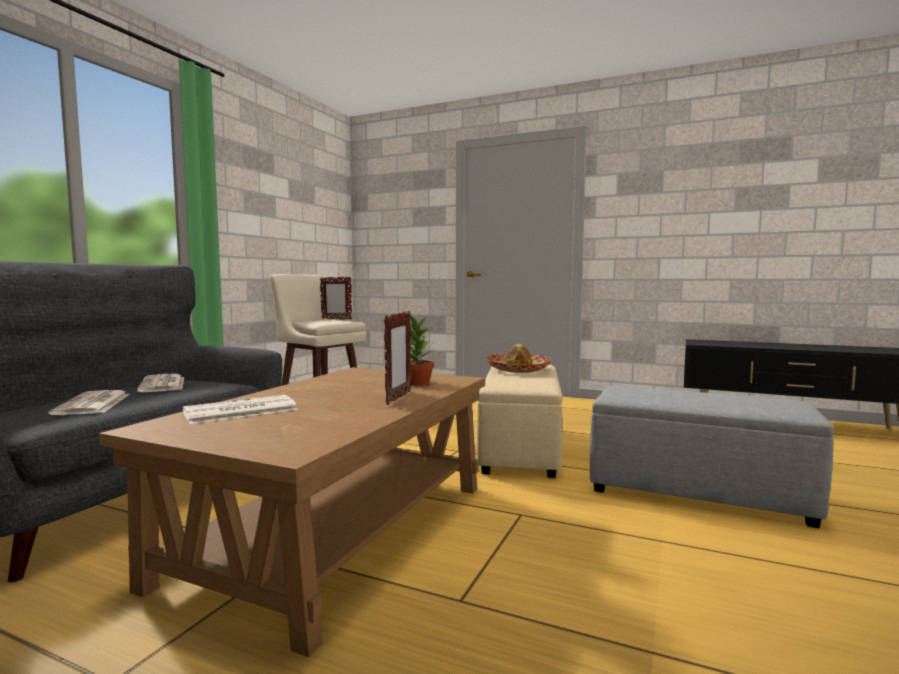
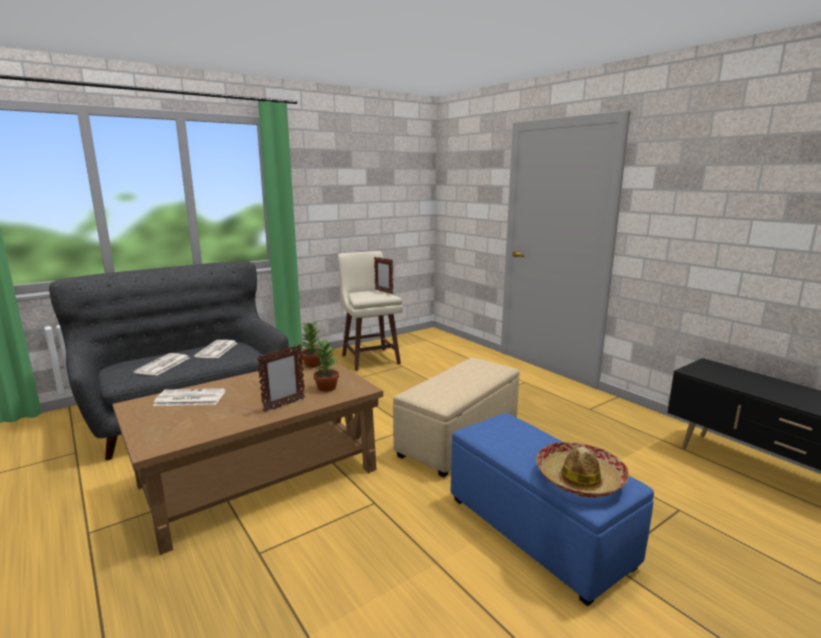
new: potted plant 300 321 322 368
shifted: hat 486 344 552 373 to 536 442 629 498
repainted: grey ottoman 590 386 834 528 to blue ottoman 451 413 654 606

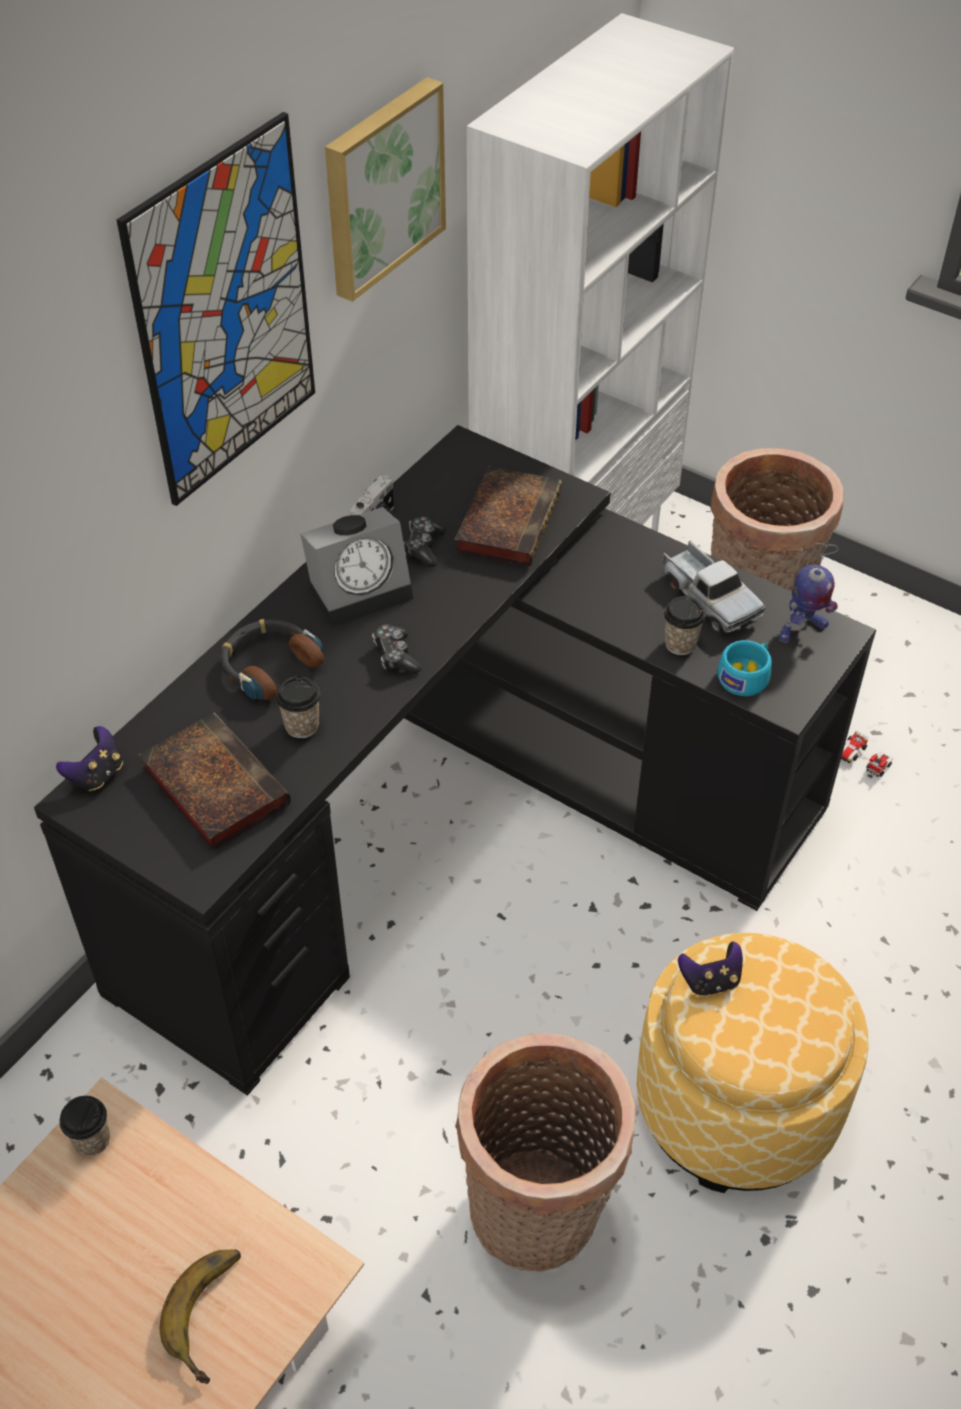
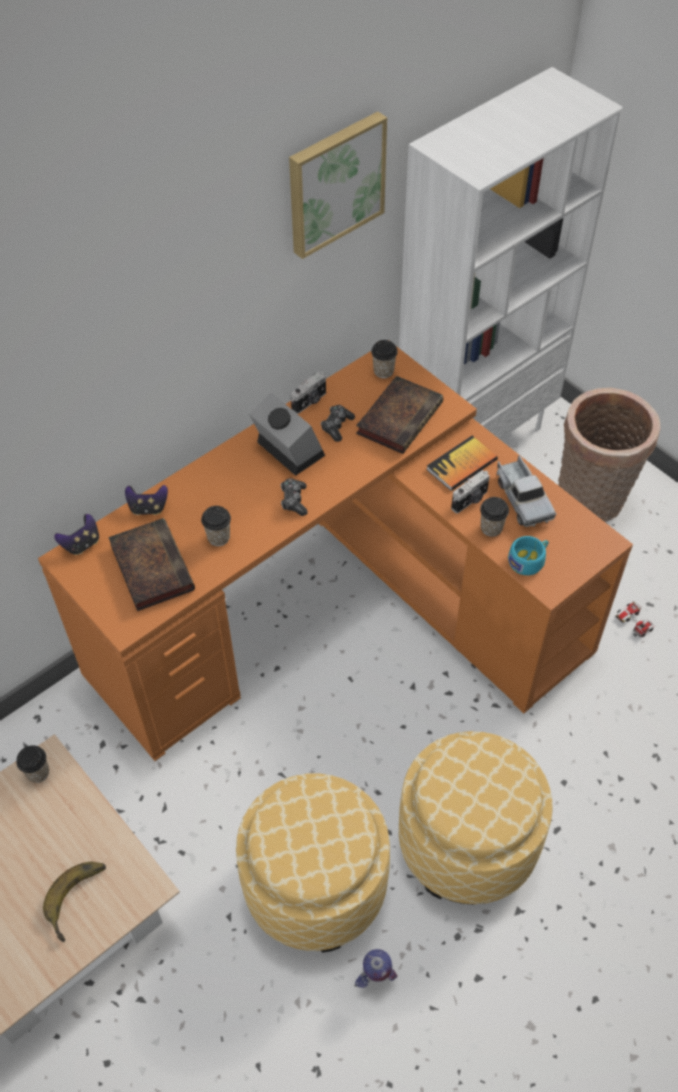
gone: picture 117 112 315 506; headphones 220 619 324 700
new: cup 371 340 398 378; book 426 436 498 491; photo camera 451 470 490 513
shifted: game controller 678 941 743 997 to 125 485 168 515; toy robot 779 543 839 643 to 355 949 397 988
swapped: basket 455 1033 636 1272 to ottoman 236 773 390 952
repainted: black desk 34 425 876 1096 to orange desk 38 345 633 761
rotated: alarm clock 300 507 413 627 = 249 393 325 476 120 degrees counterclockwise

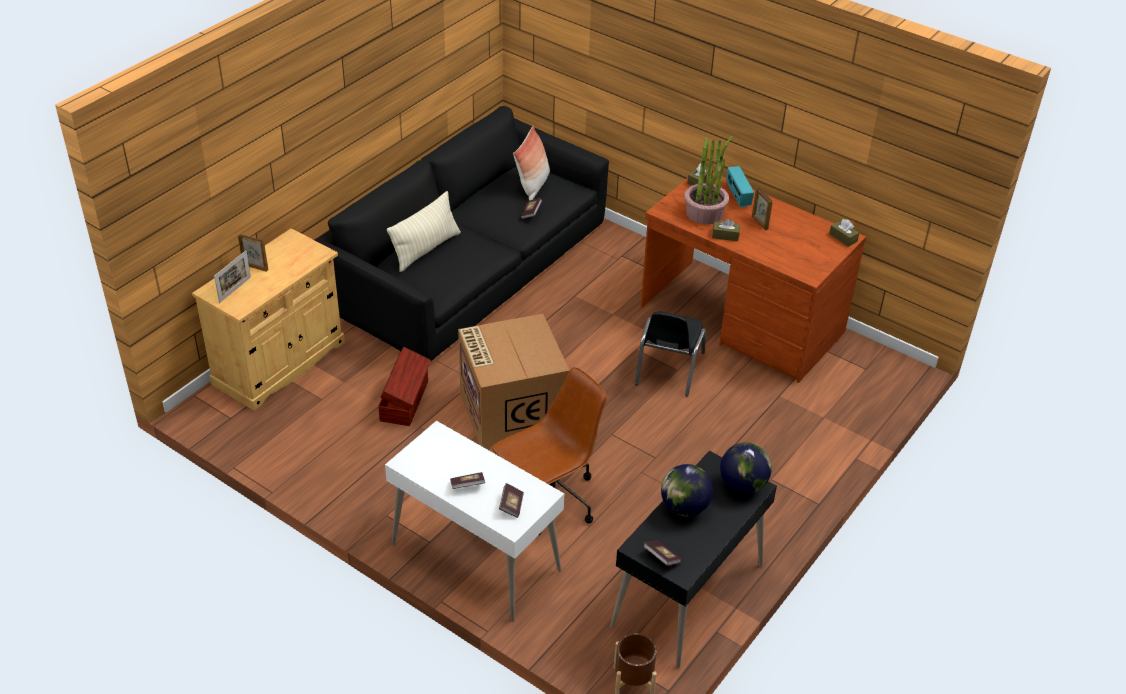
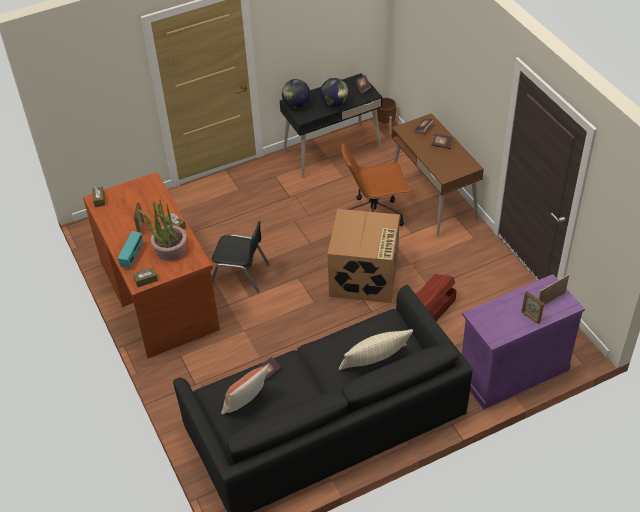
repainted: beige cabinet 192 228 345 411 to purple cabinet 462 274 585 409; white desk 385 421 564 621 to brown desk 392 113 484 237
rotated: black chair 635 311 706 396 = 212 221 270 293 60 degrees clockwise

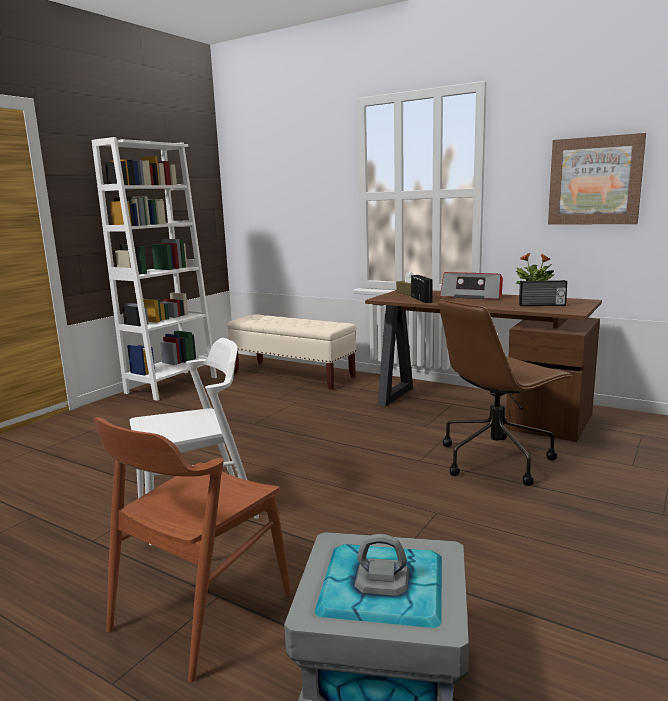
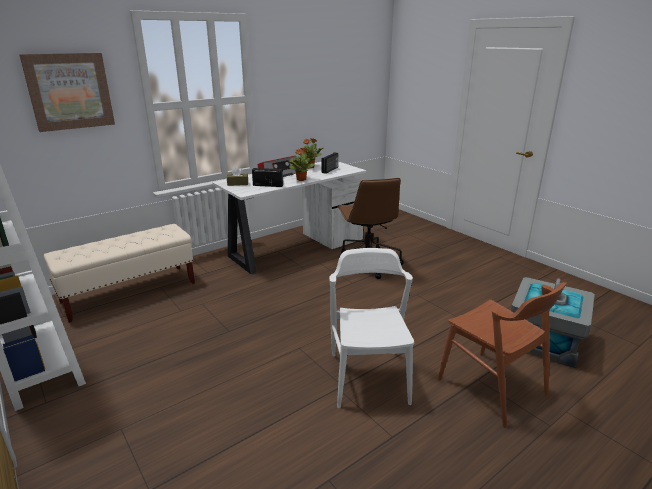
new: potted plant 288 148 315 181
shifted: picture 548 133 646 225 to 19 53 115 132
repainted: brown desk 365 290 602 442 to white desk 212 162 366 274

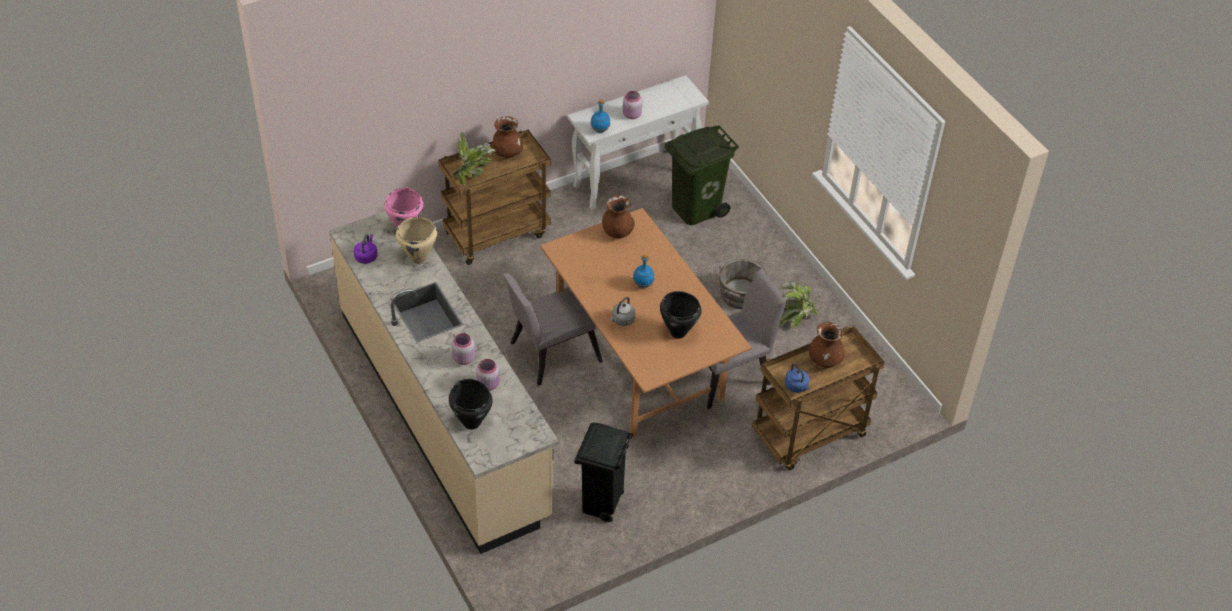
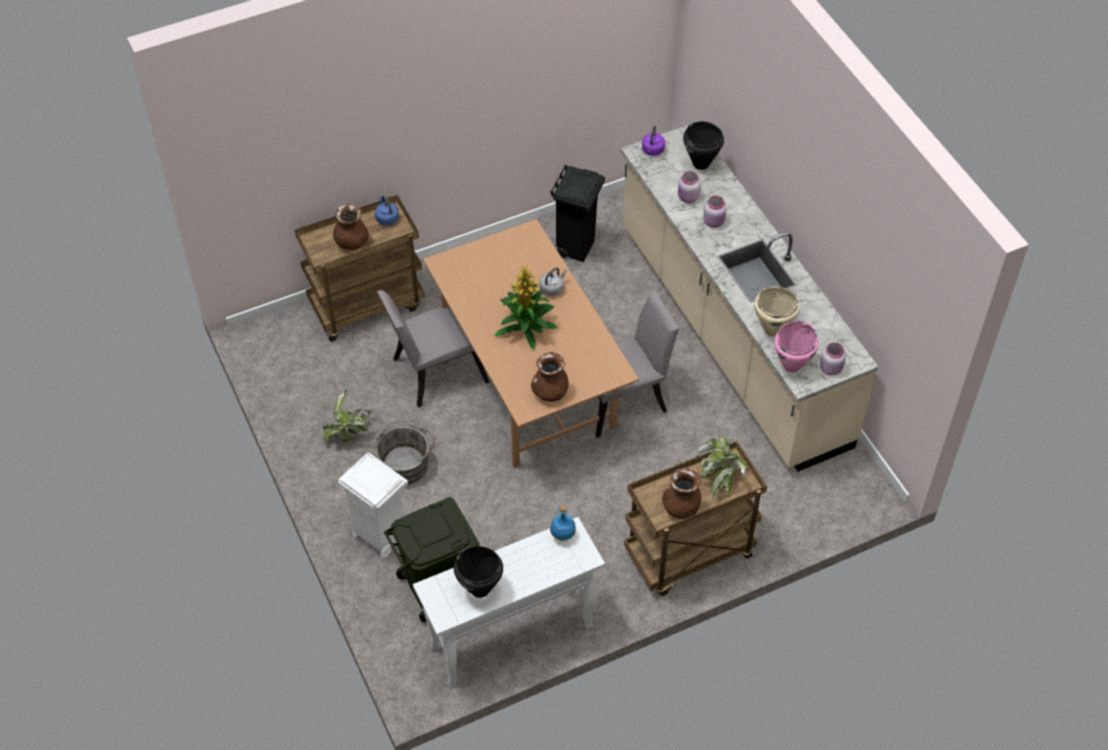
new: white trash can 338 453 408 558
shifted: purple kettle 354 234 378 264 to 642 125 665 156; pink jar 623 91 642 119 to 820 343 846 376; black cooking pot 660 291 702 339 to 454 546 503 598
swapped: blue bottle 633 254 654 289 to potted plant 495 265 558 350

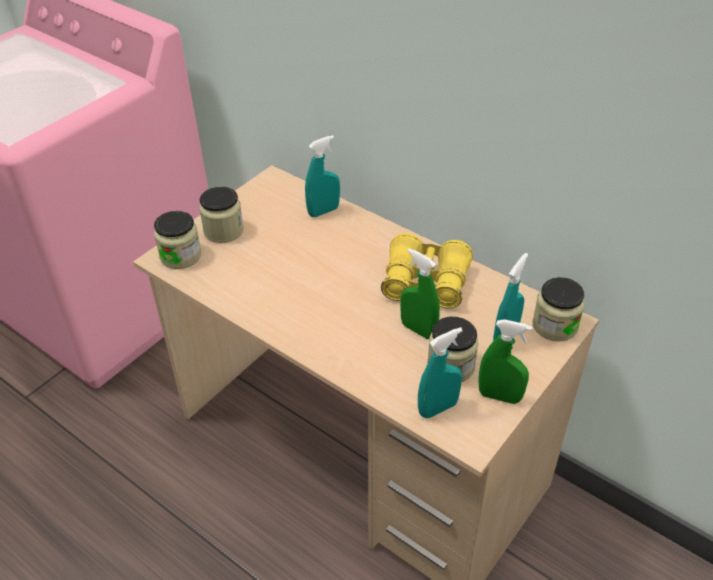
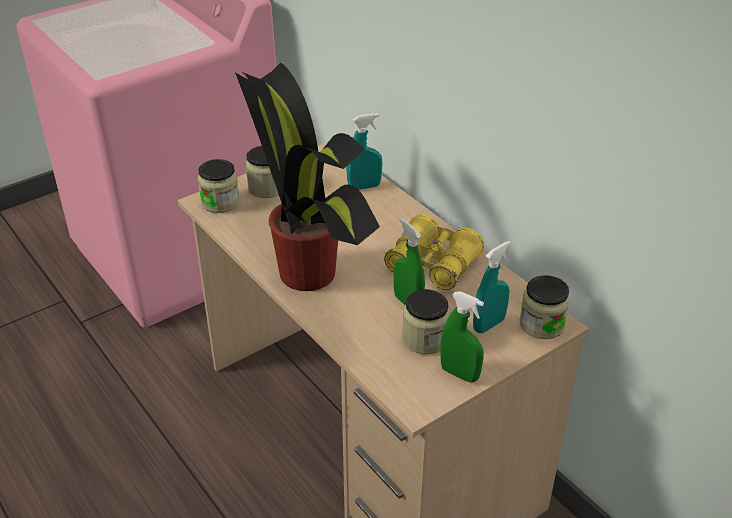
gone: turquoise spray bottle 418 327 463 418
new: potted plant 235 63 380 291

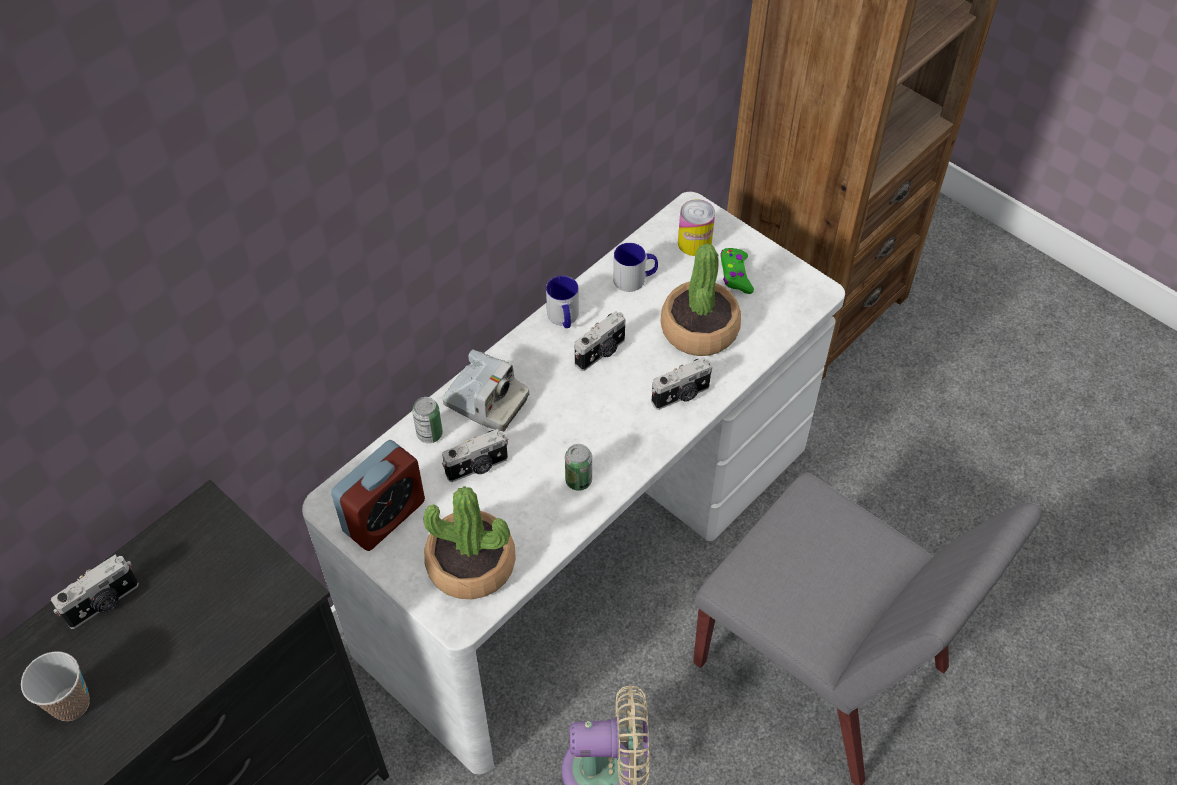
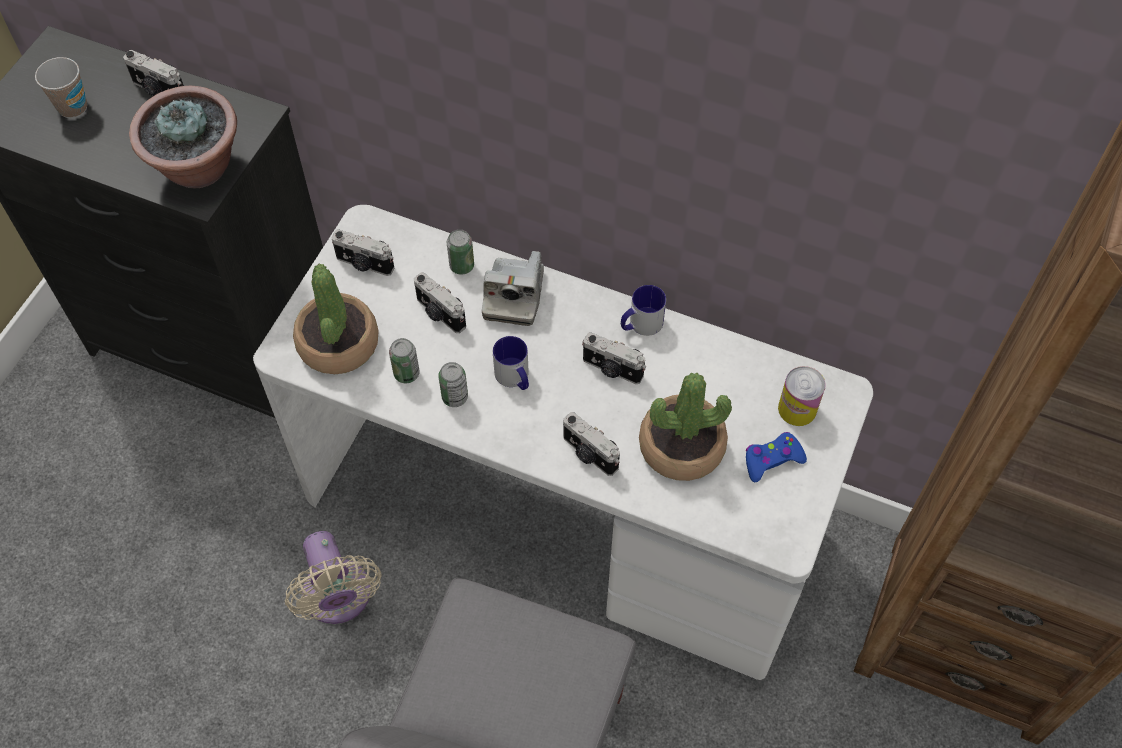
new: potted plant 129 86 237 188; can 389 338 420 383
shifted: mug 613 243 658 292 to 493 336 529 390
swapped: alarm clock 331 440 425 551 to photo camera 332 229 394 276
repainted: green game controller 720 248 754 294 to blue game controller 746 432 807 482

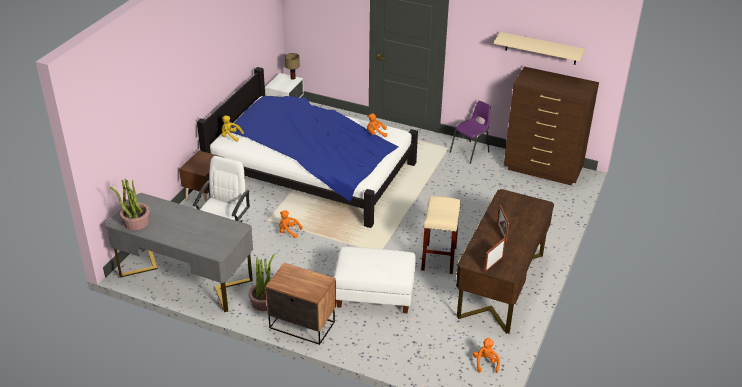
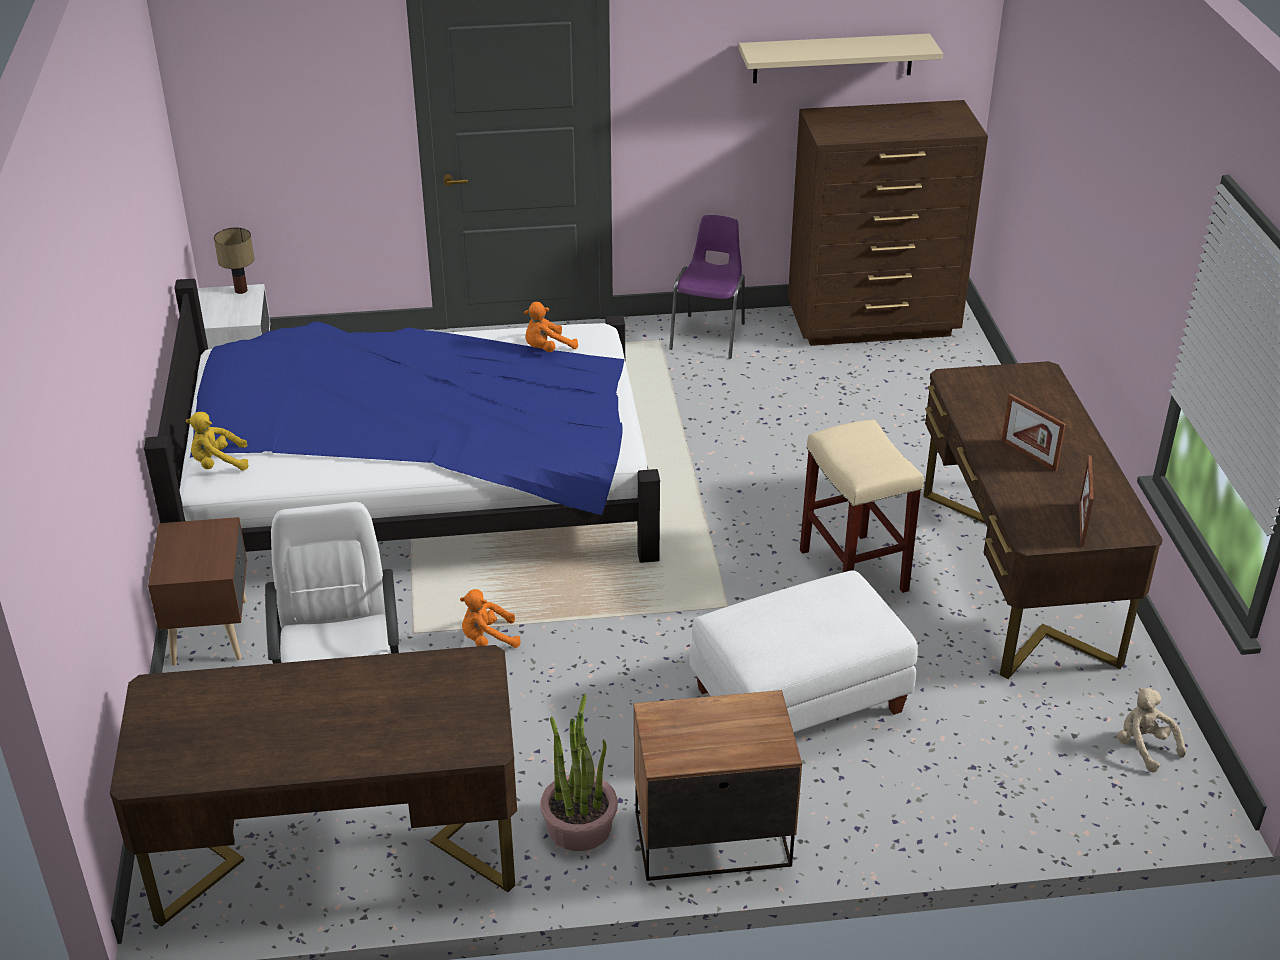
gone: potted plant 110 179 150 230
repainted: grey desk 106 193 253 312 to brown desk 110 645 517 927; orange plush toy 473 338 500 373 to beige plush toy 1117 687 1186 773

